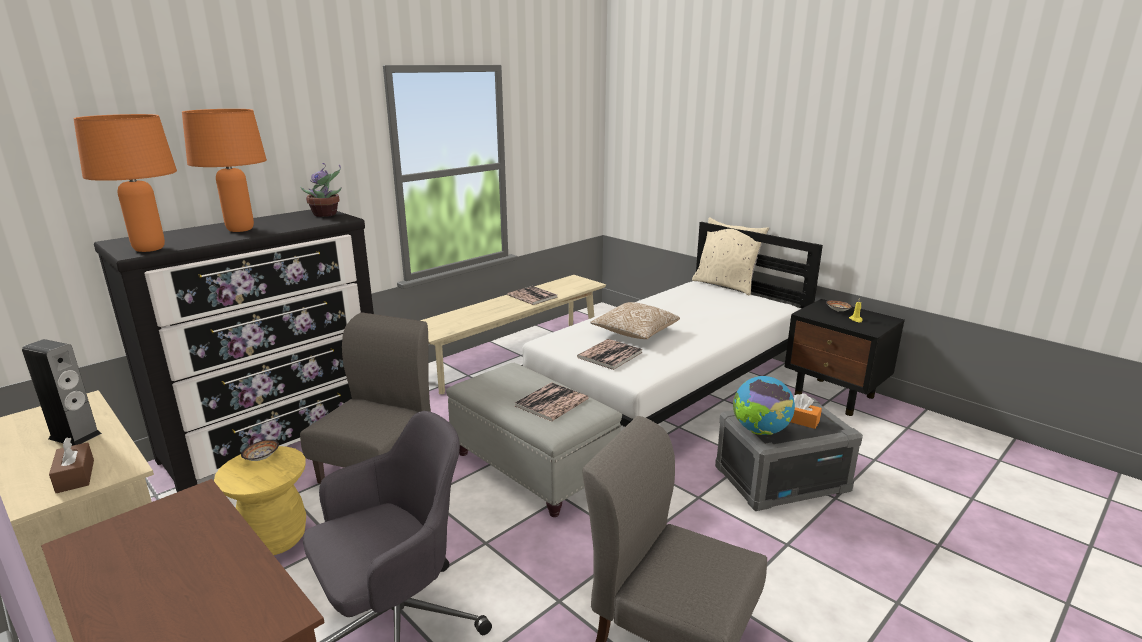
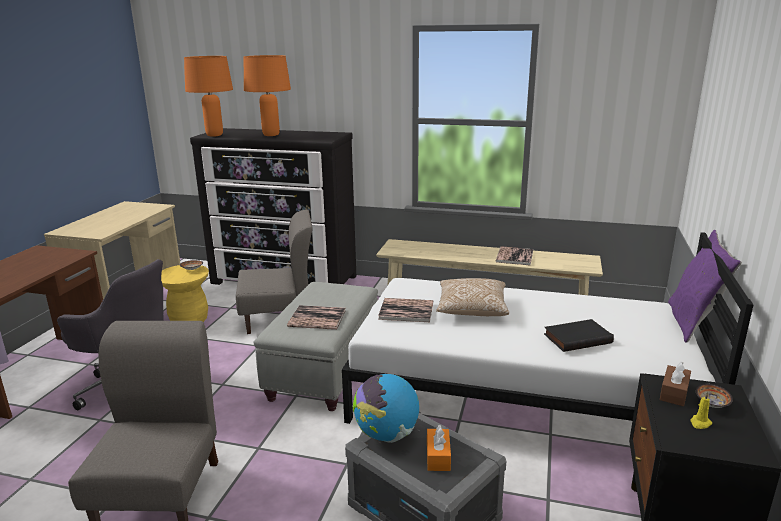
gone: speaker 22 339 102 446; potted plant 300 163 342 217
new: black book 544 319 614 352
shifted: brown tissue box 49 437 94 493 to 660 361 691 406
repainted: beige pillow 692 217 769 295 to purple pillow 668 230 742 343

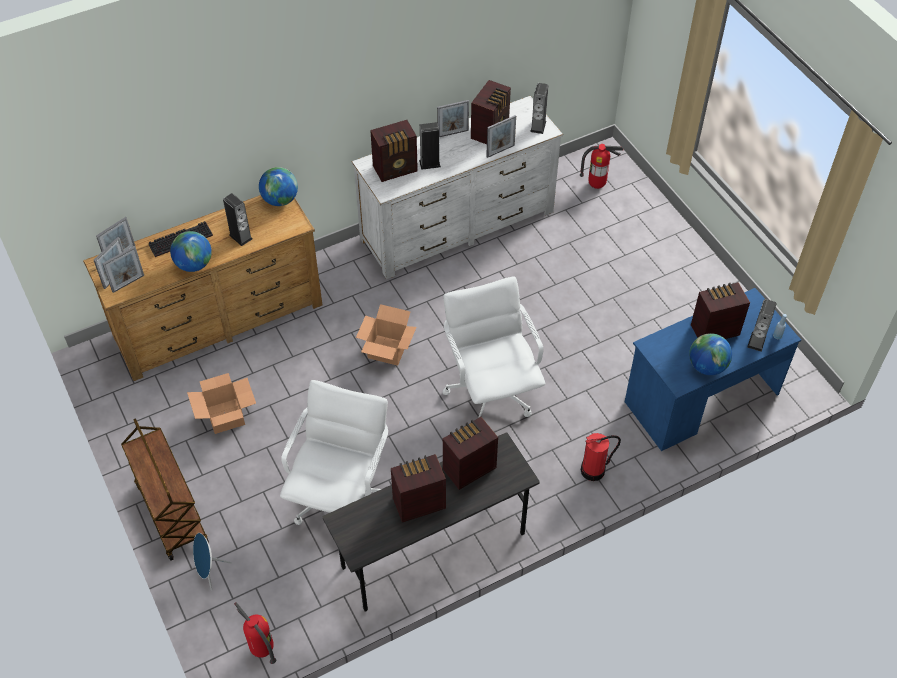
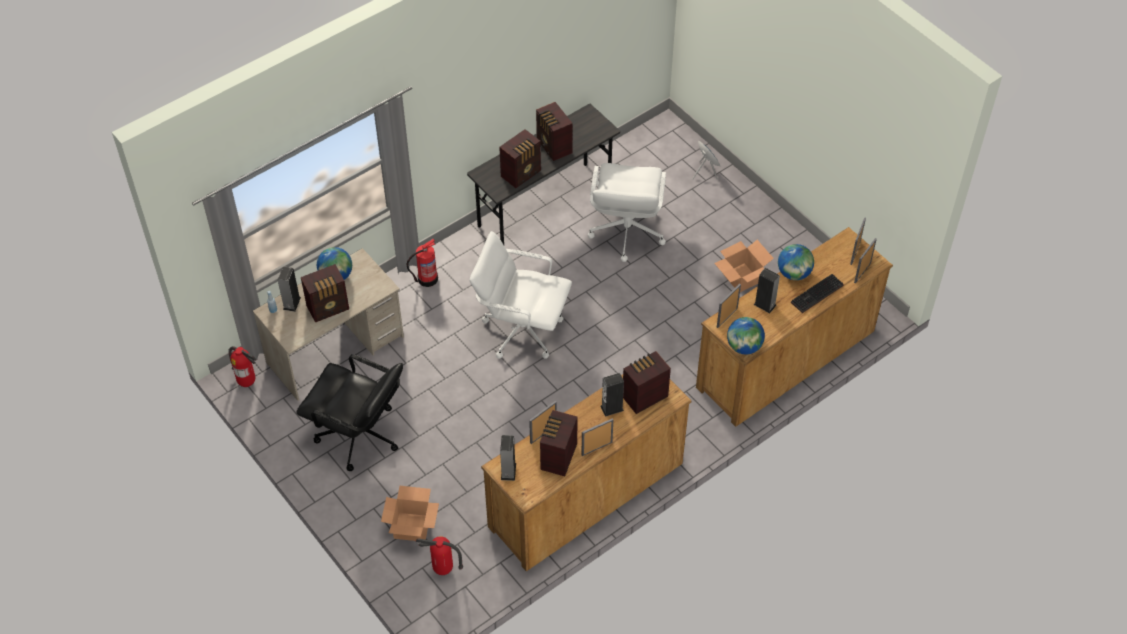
gone: brown cart 121 418 209 561
new: black office chair 296 354 403 471
shifted: picture frame 102 246 144 293 to 717 284 741 328; fire extinguisher 234 602 276 664 to 228 346 256 387; cardboard box 356 304 416 366 to 381 486 439 541
repainted: white dresser 351 96 563 279 to brown dresser 481 374 692 571; blue desk 625 288 801 451 to beige desk 253 248 404 401
rotated: radio 391 454 446 523 = 536 102 573 161 90 degrees clockwise; white office chair 442 276 545 418 = 469 231 572 359 135 degrees clockwise

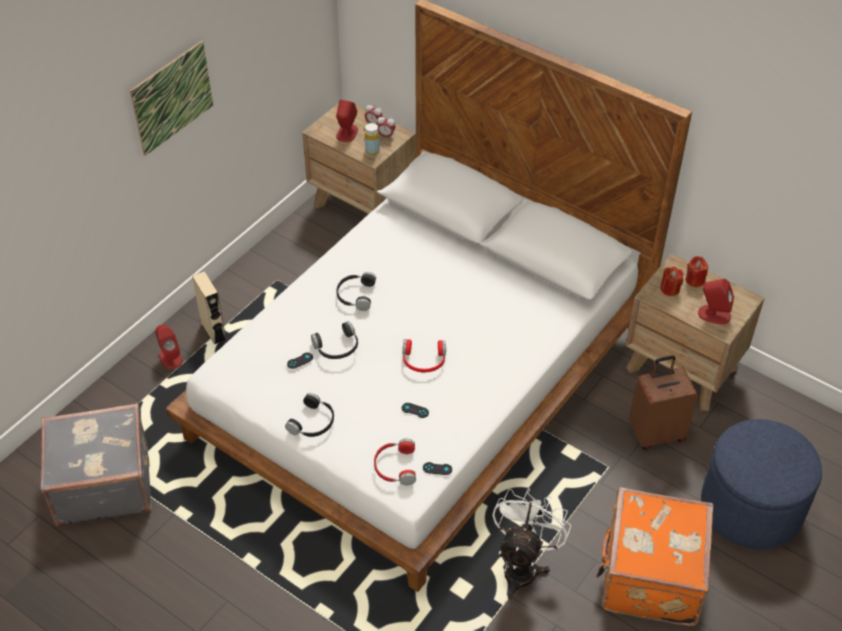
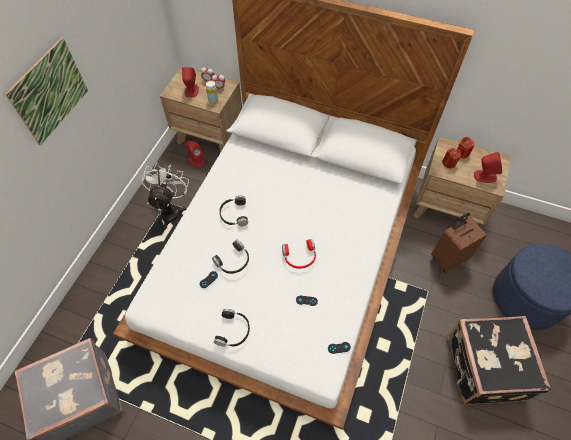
gone: beige speaker 192 271 226 344; red headphones 374 439 416 485
shifted: red speaker 155 325 183 369 to 185 141 205 168; white fan 492 488 571 600 to 141 162 189 229
repainted: orange suitcase 596 487 714 626 to black suitcase 447 316 551 405

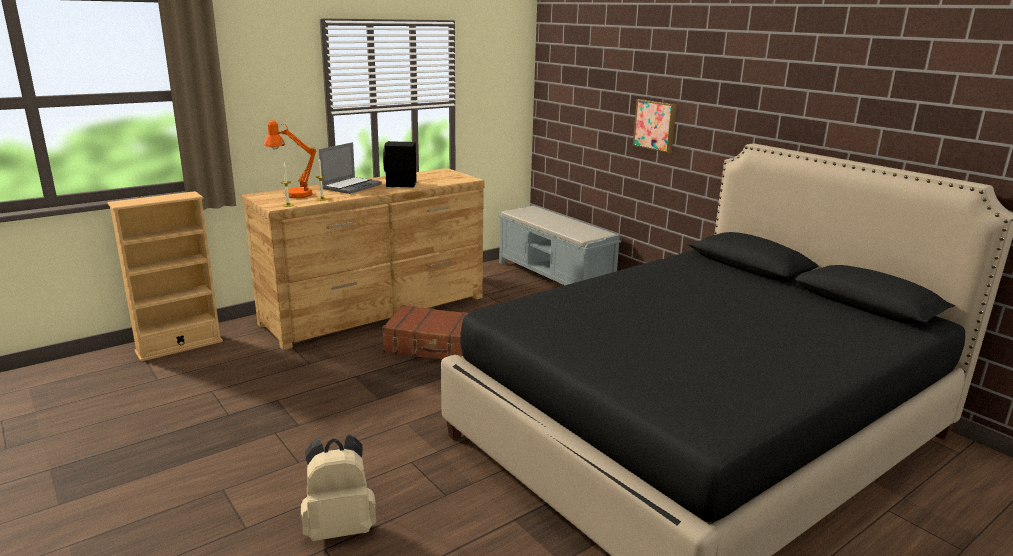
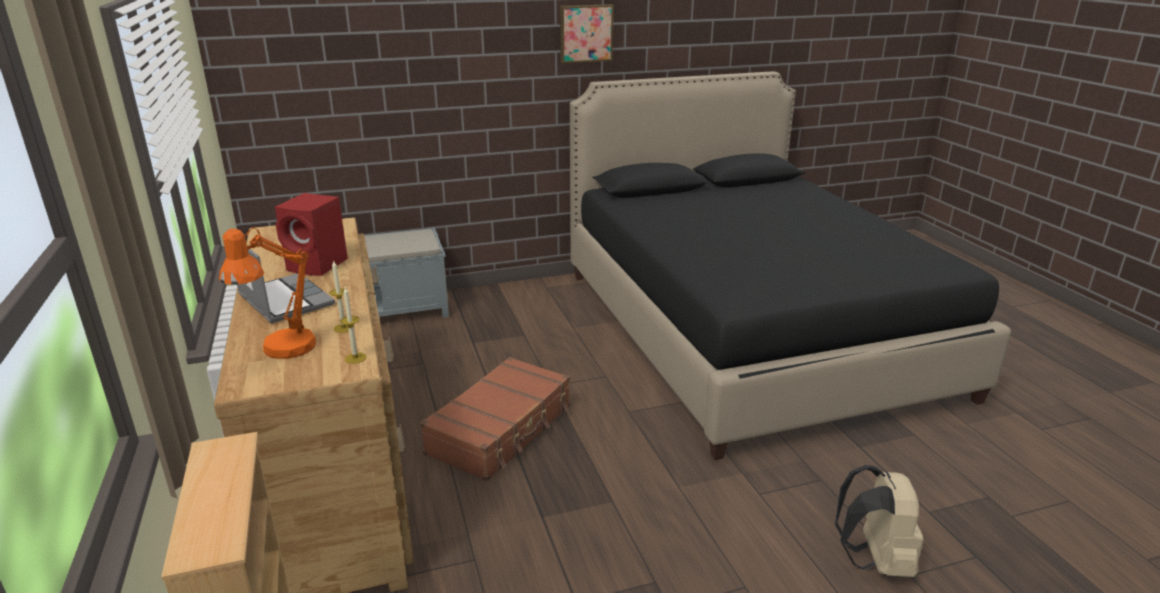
shifted: picture 633 99 677 153 to 560 4 613 63
repainted: black speaker 383 141 417 188 to red speaker 275 193 348 276

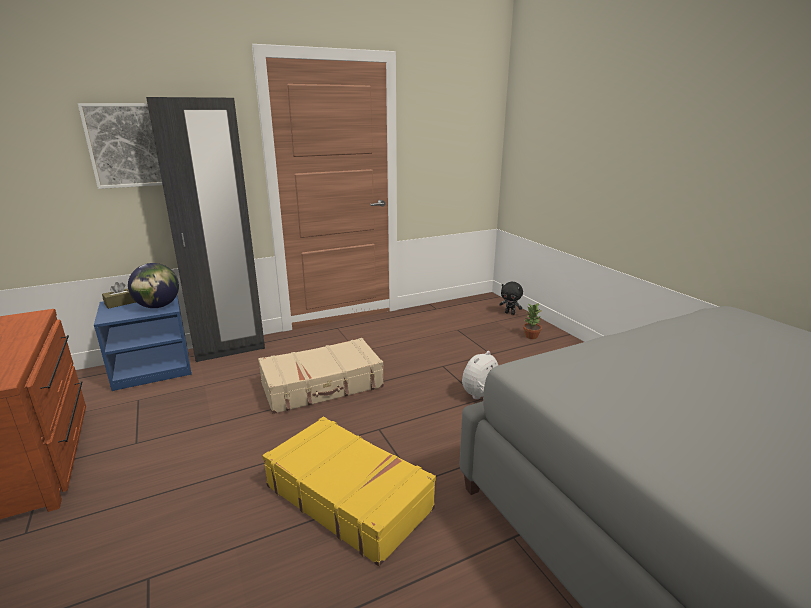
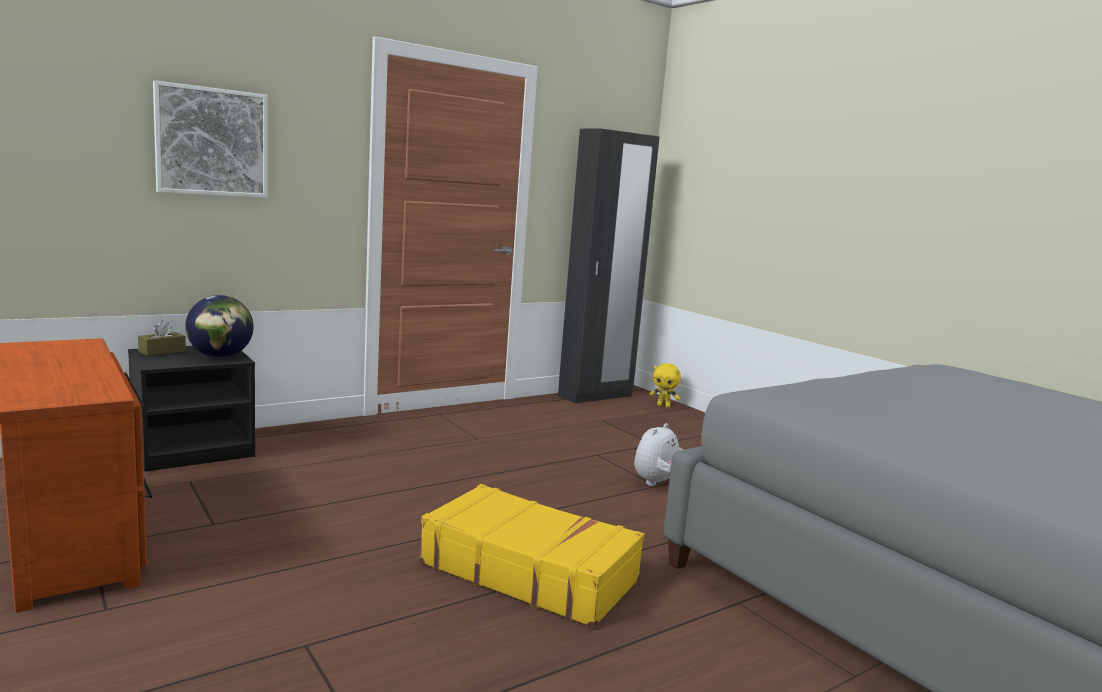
gone: beige suitcase 258 338 384 414; potted plant 523 303 542 339
shifted: black wardrobe 146 97 265 362 to 558 128 660 404
repainted: blue nightstand 94 295 192 391 to black nightstand 128 346 255 472; black plush toy 499 282 523 315 to yellow plush toy 650 363 681 408

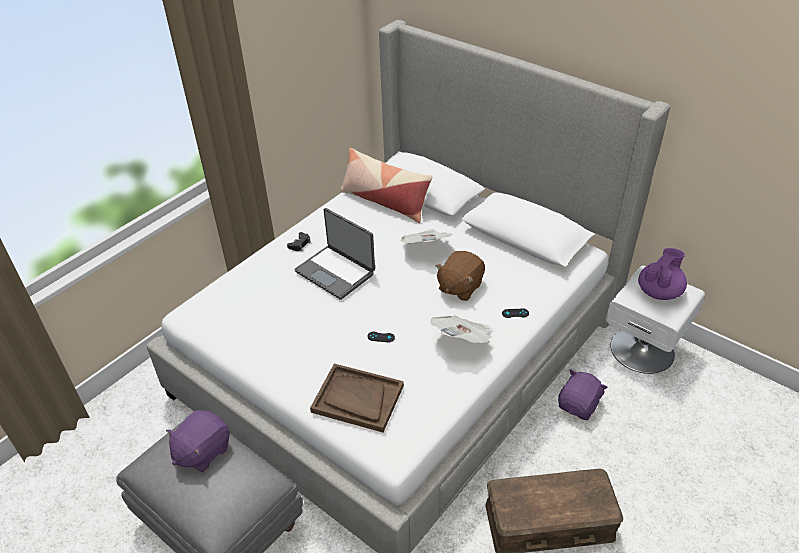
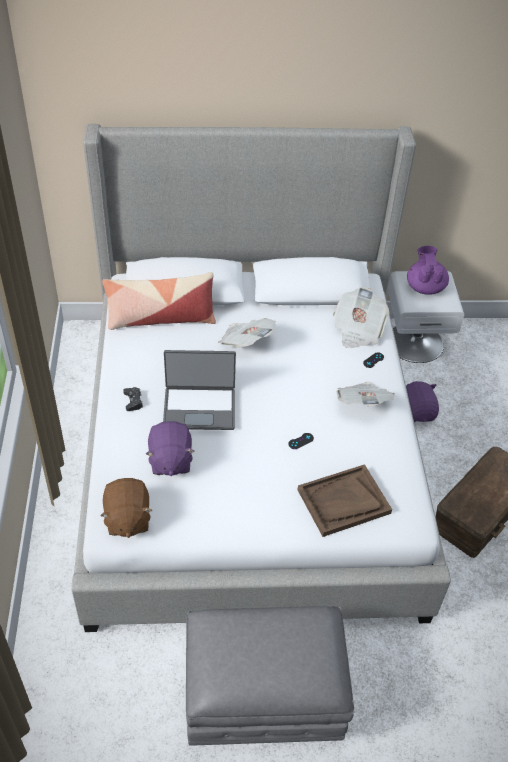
new: newspaper 333 287 389 348
shifted: purple plush toy 166 410 230 472 to 146 421 195 476; brown plush toy 436 251 485 301 to 100 478 152 538

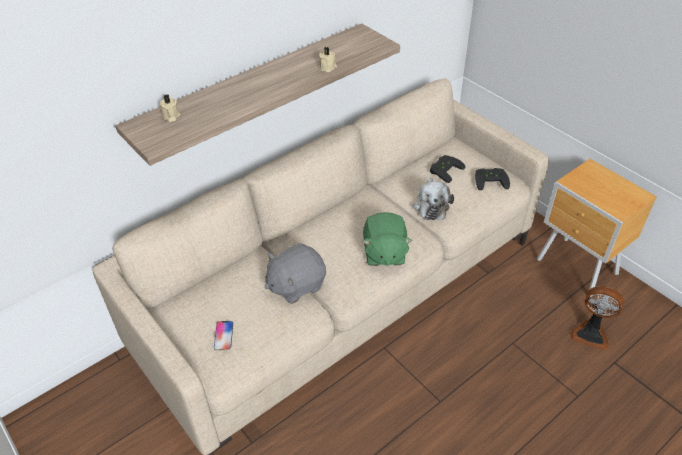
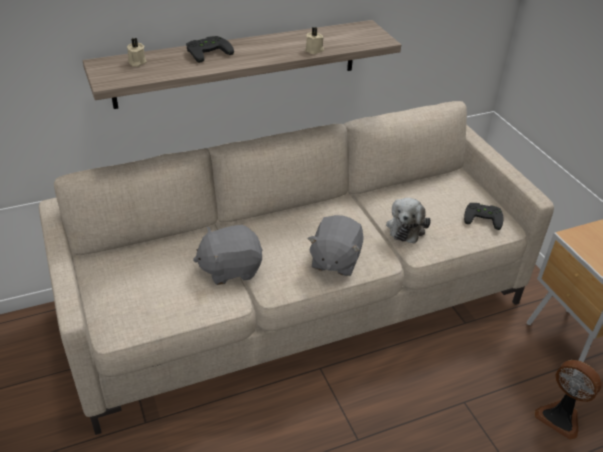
gone: phone 214 321 233 351
shifted: black game controller 430 155 465 183 to 186 36 234 63
repainted: green plush toy 363 212 412 266 to grey plush toy 307 215 364 276

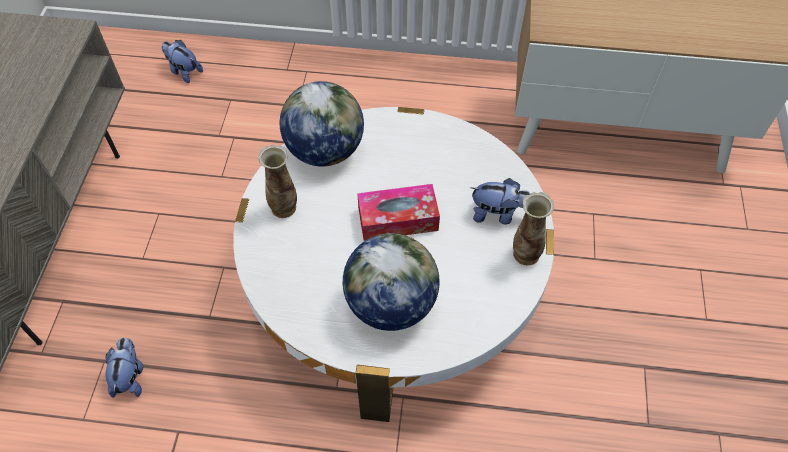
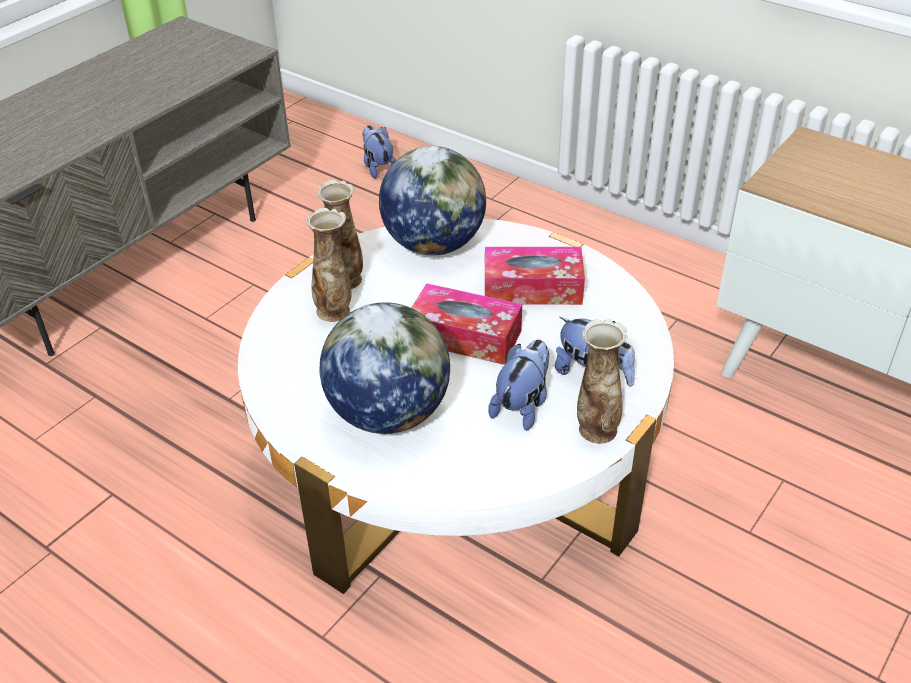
new: vase 305 208 351 322; tissue box 485 247 585 305
shifted: plush toy 106 338 143 398 to 488 339 549 431

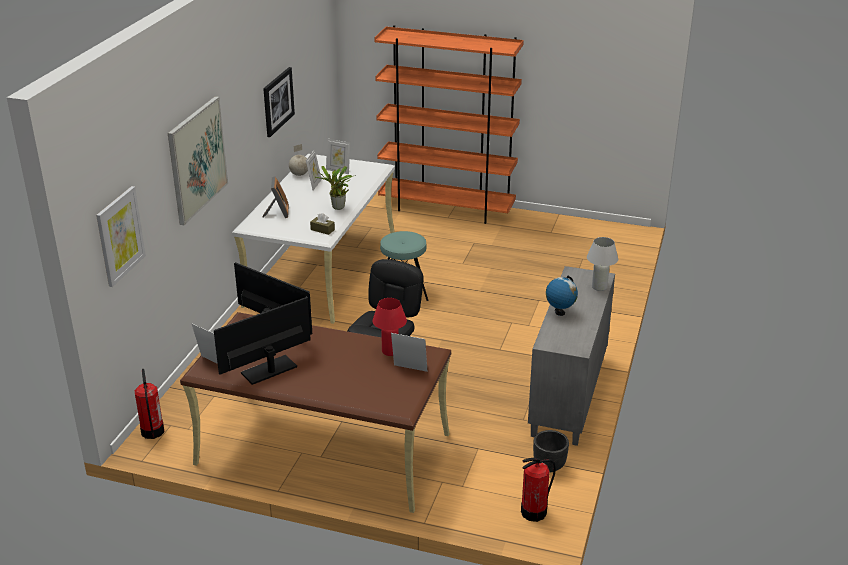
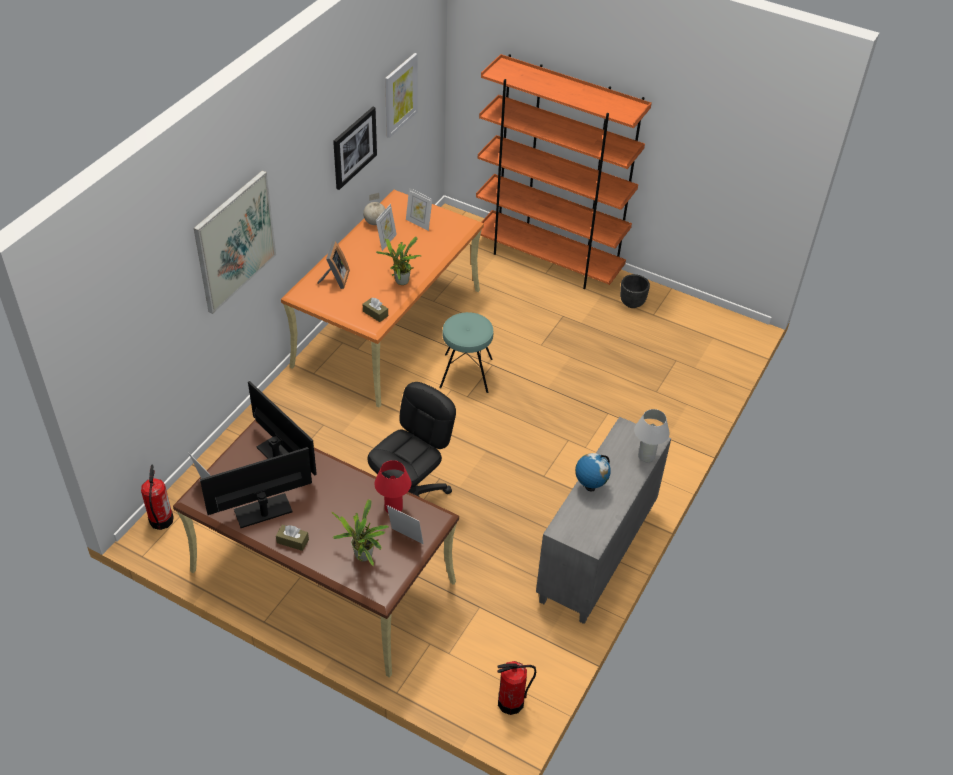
new: brown tissue box 276 525 309 551; potted plant 331 499 389 566
shifted: picture 96 186 146 287 to 385 53 418 138; black planter 533 430 569 472 to 620 274 650 308
repainted: white desk 232 154 395 324 to orange desk 281 190 484 408

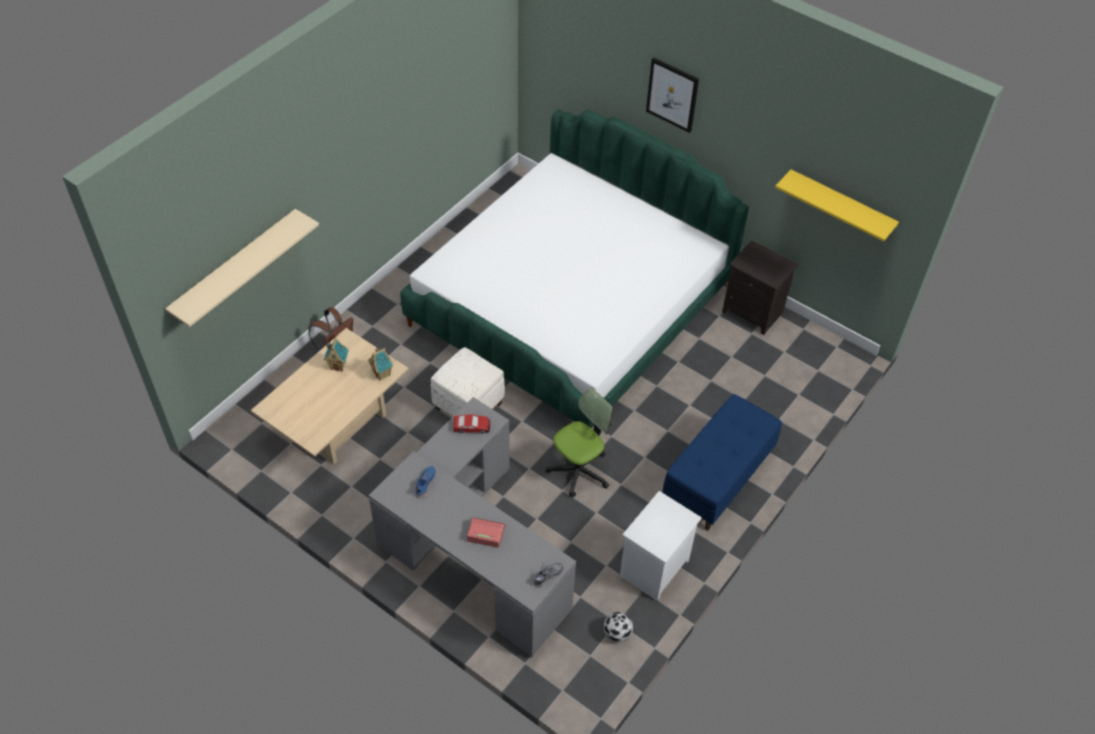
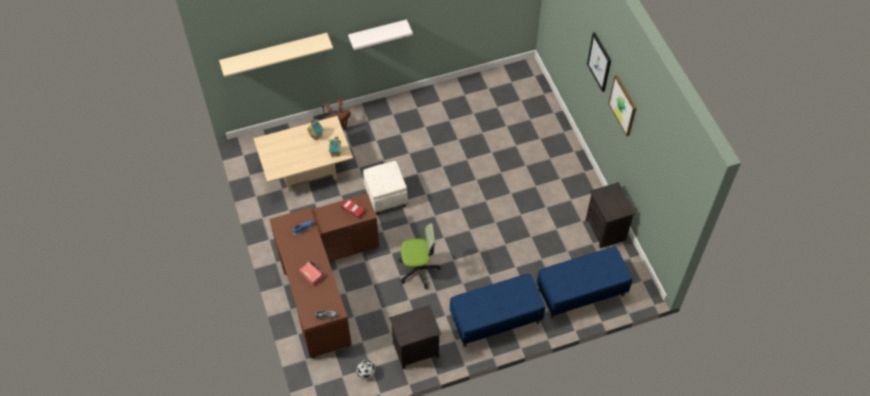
gone: bed 400 110 749 429; yellow shelf 775 169 899 242
new: white shelf 348 19 413 50; blue bench 536 247 632 319; picture 608 75 636 136
repainted: grey desk 368 397 576 657 to brown desk 270 193 379 358; white nightstand 620 491 702 601 to black nightstand 389 305 441 369

